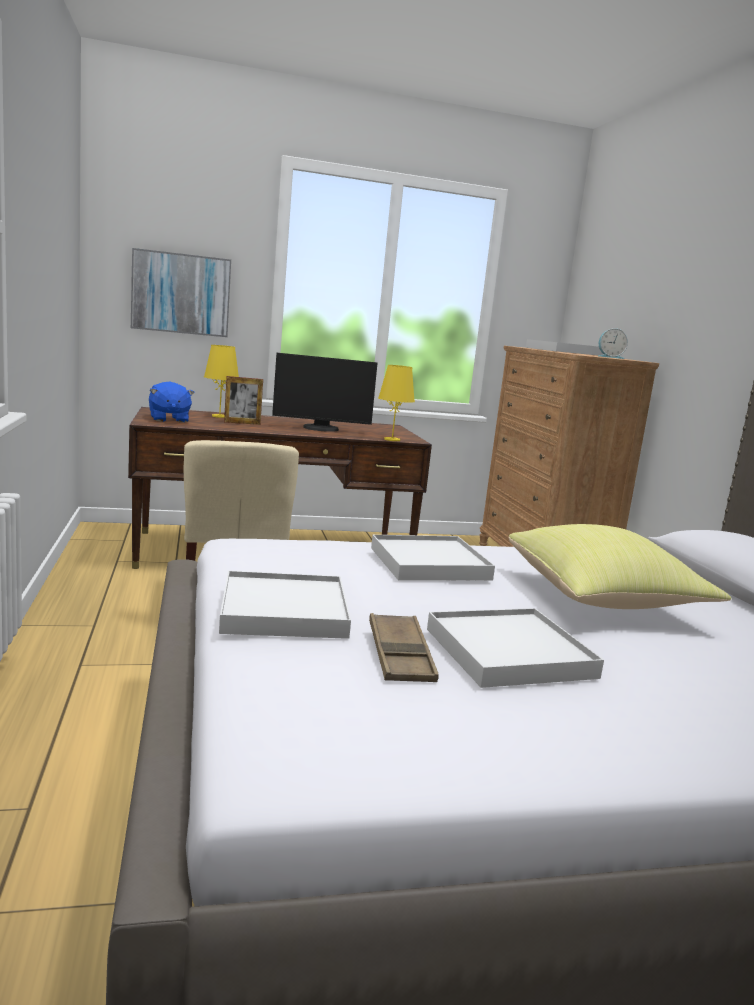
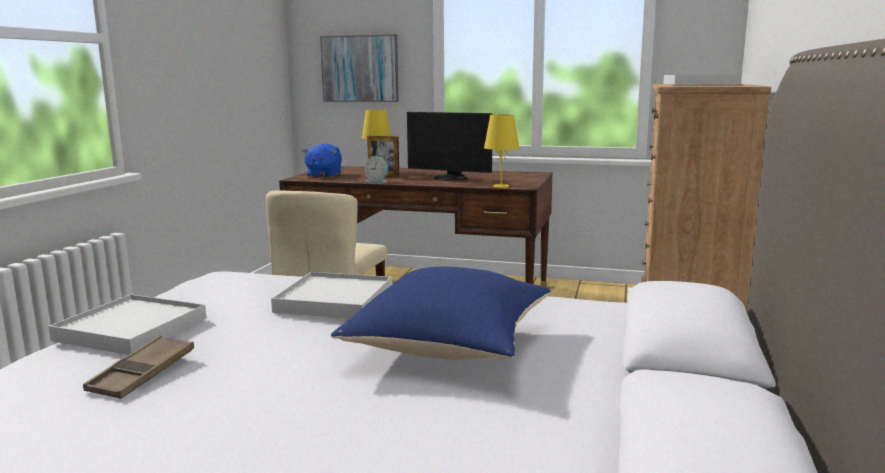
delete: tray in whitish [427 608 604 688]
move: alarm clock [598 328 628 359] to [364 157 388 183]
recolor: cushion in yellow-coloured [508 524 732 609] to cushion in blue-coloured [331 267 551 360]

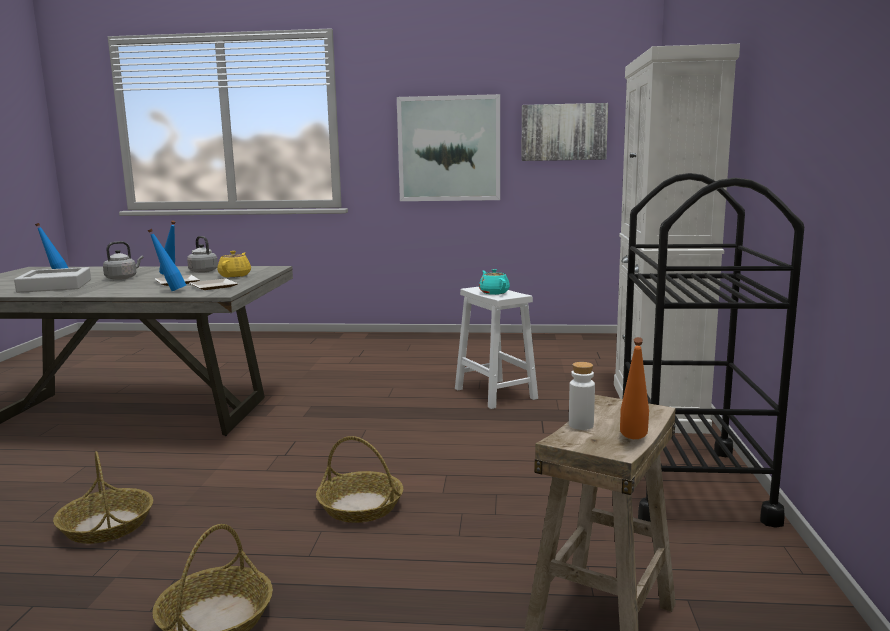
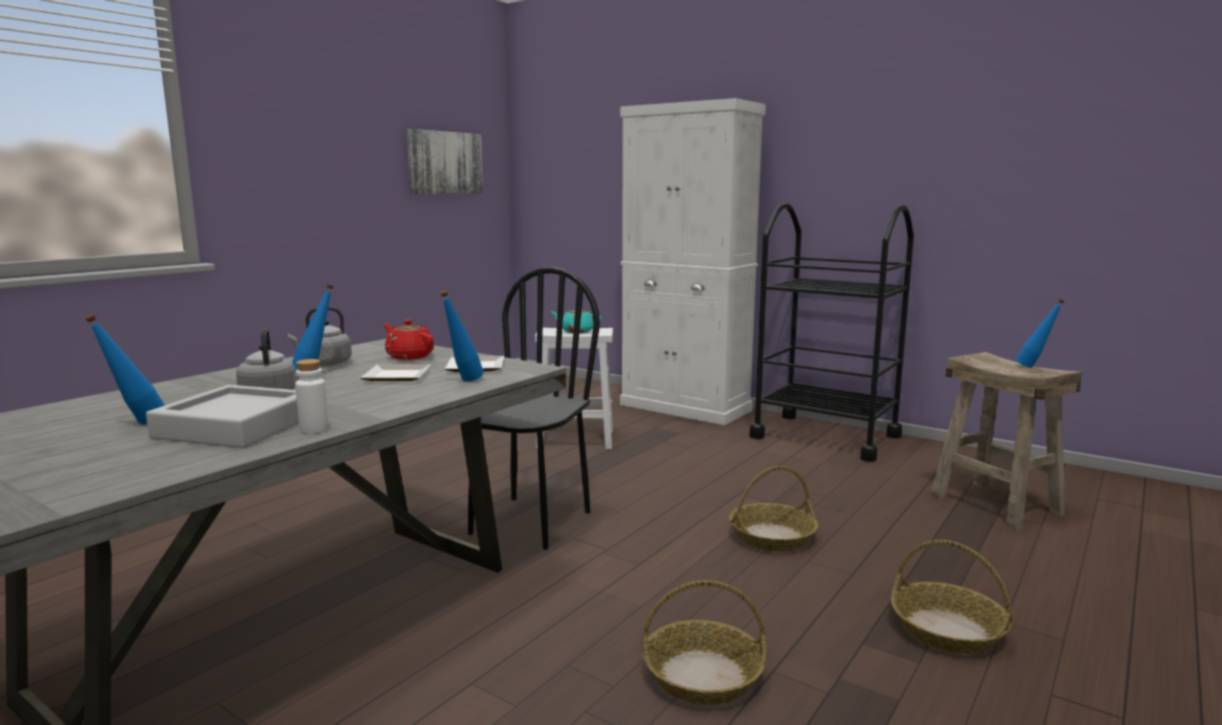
delete: picture [397 94 500 201]
insert: upright chair in black [468 267 600 550]
move: beverage bottle in whitish [569 362 595 430] to [295 359 329 434]
recolor: tea pot in yellow-coloured [217 251 251 278] to tea pot in red-coloured [384 320 434 360]; beverage bottle in orange [620 337 649 439] to beverage bottle in blue-coloured [1015 299 1065 368]

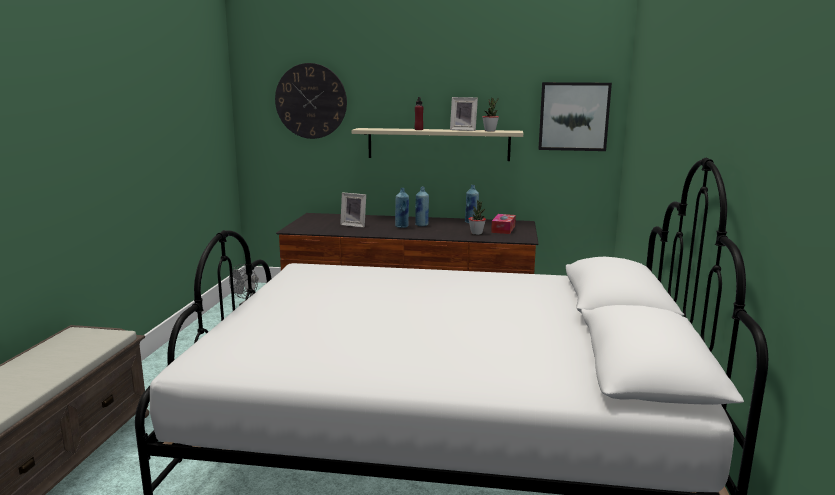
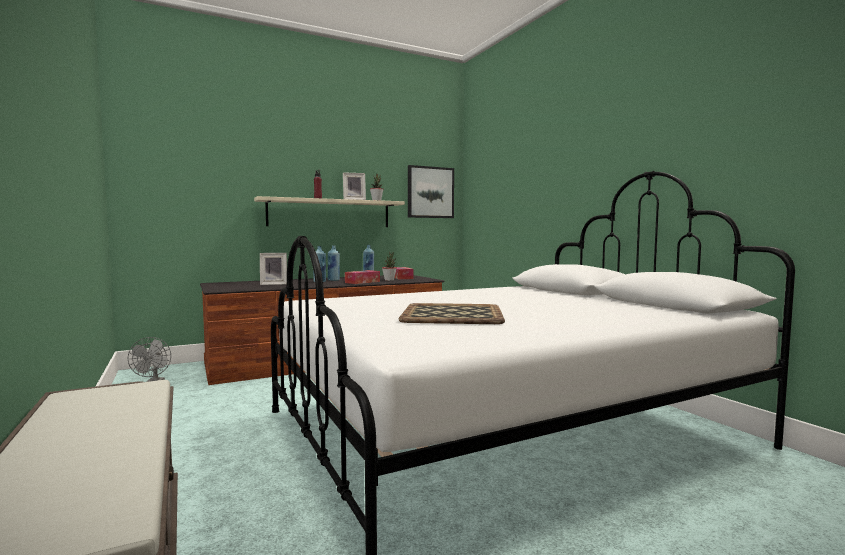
delete: clock on the wall [275 63 347 139]
insert: tissue box [345 270 380 284]; tray [399 303 505 324]

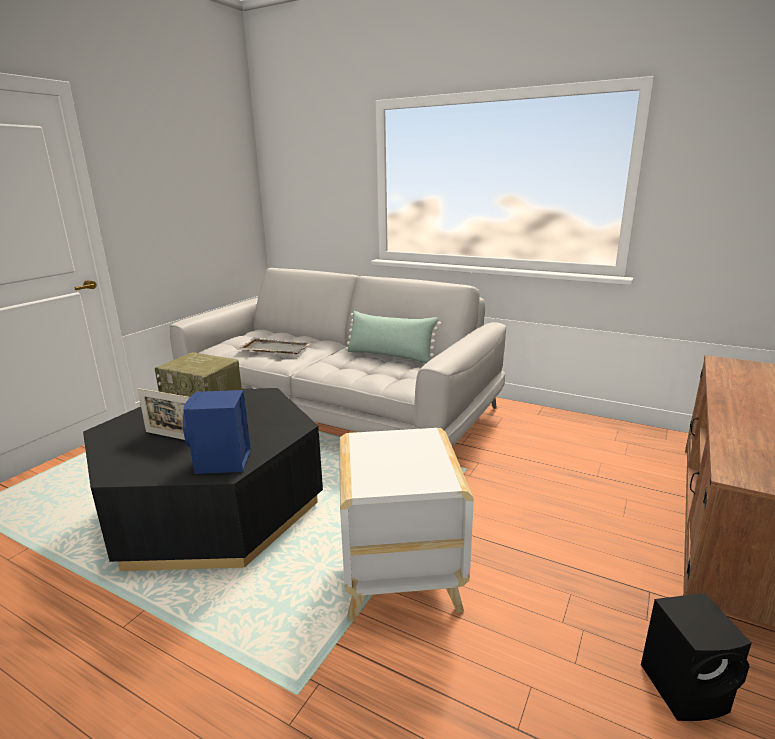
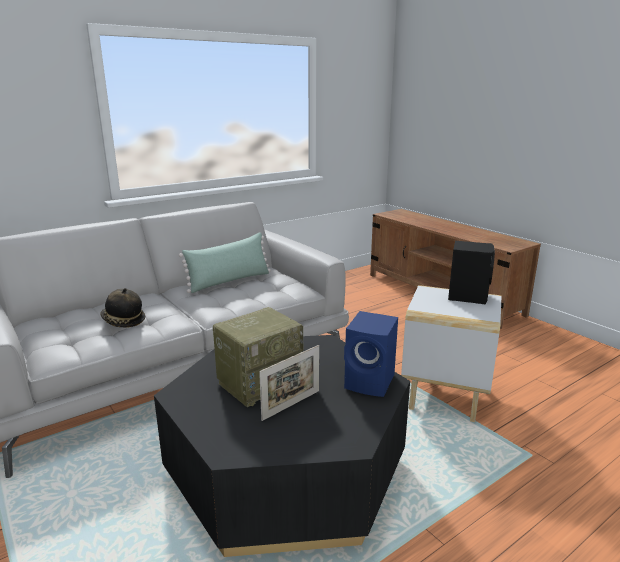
move: speaker in black [641 593 752 721] to [448 241 495 304]
replace: tray in grey [236 337 312 354] to wearable hat [100 288 145 328]

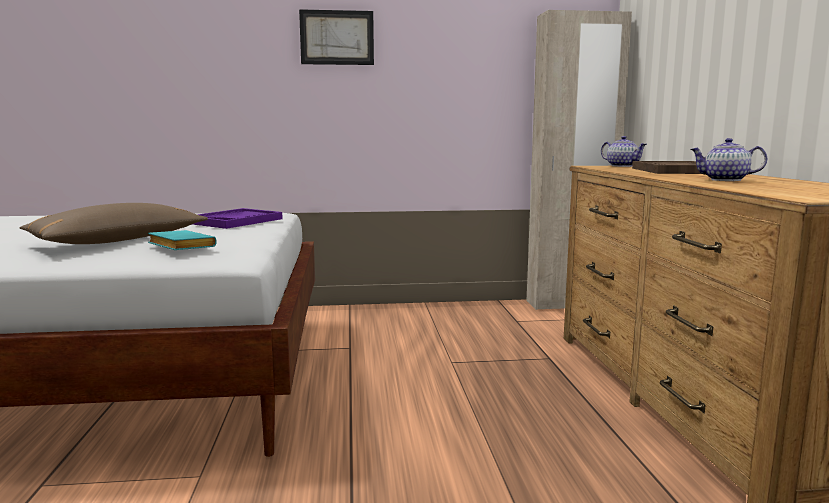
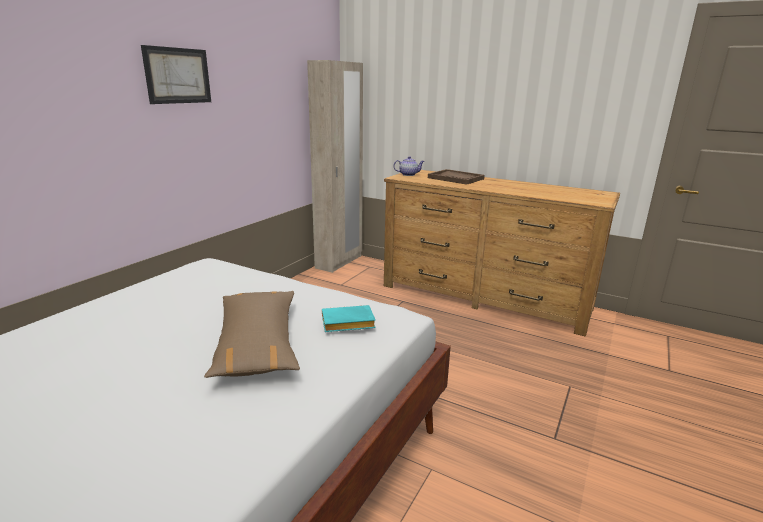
delete: tea pot [690 138 767 181]; tray in purplish [192 208 283 229]

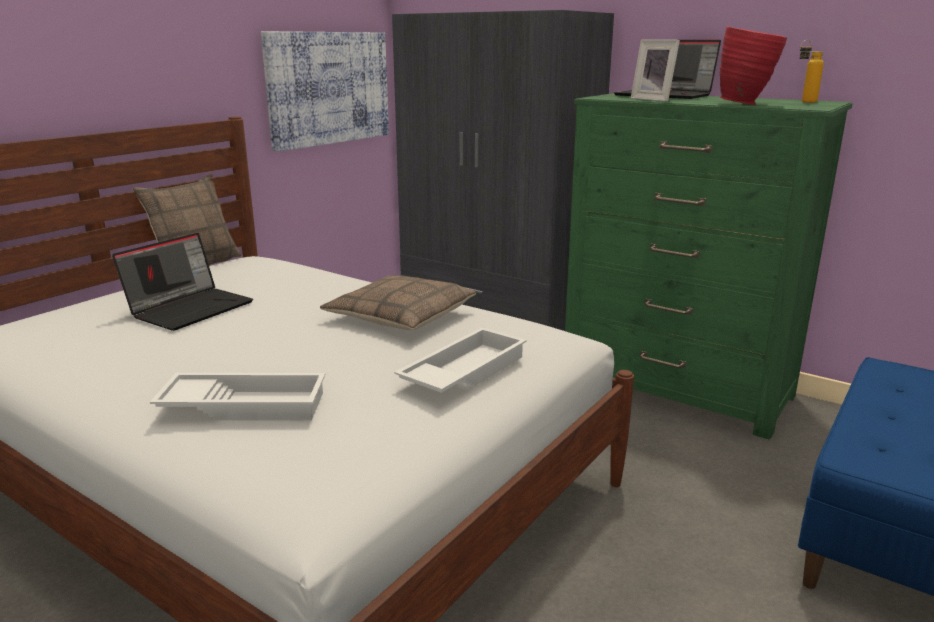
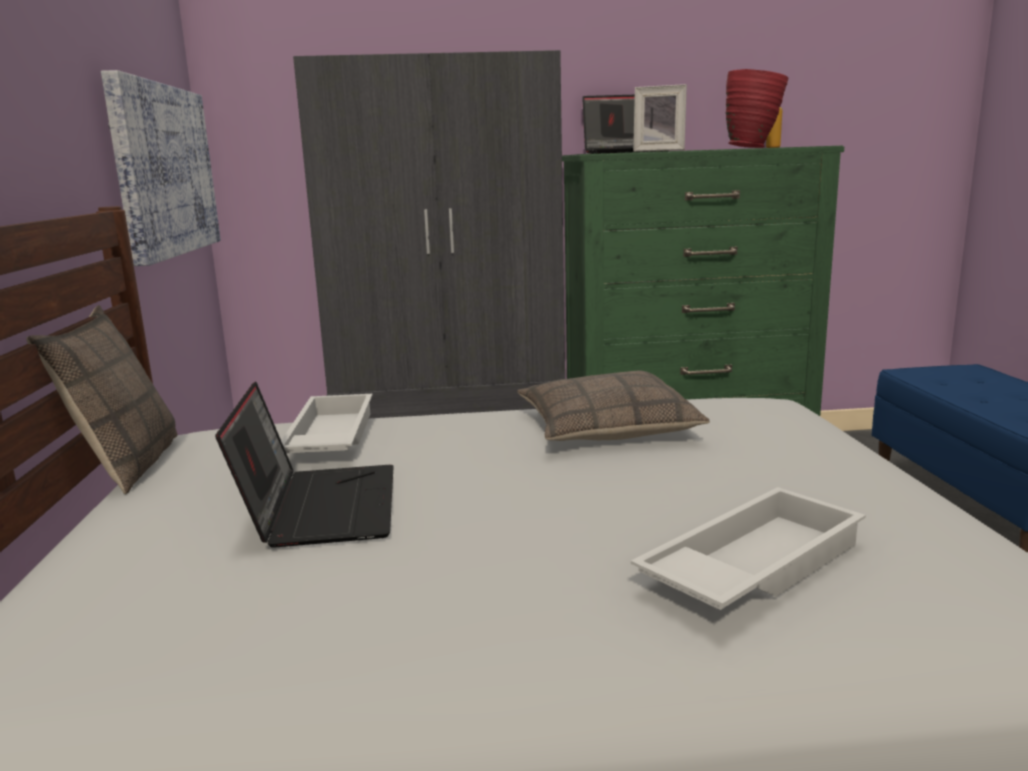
move: tray in whitish [394 328 527 393] to [281 394 372 453]

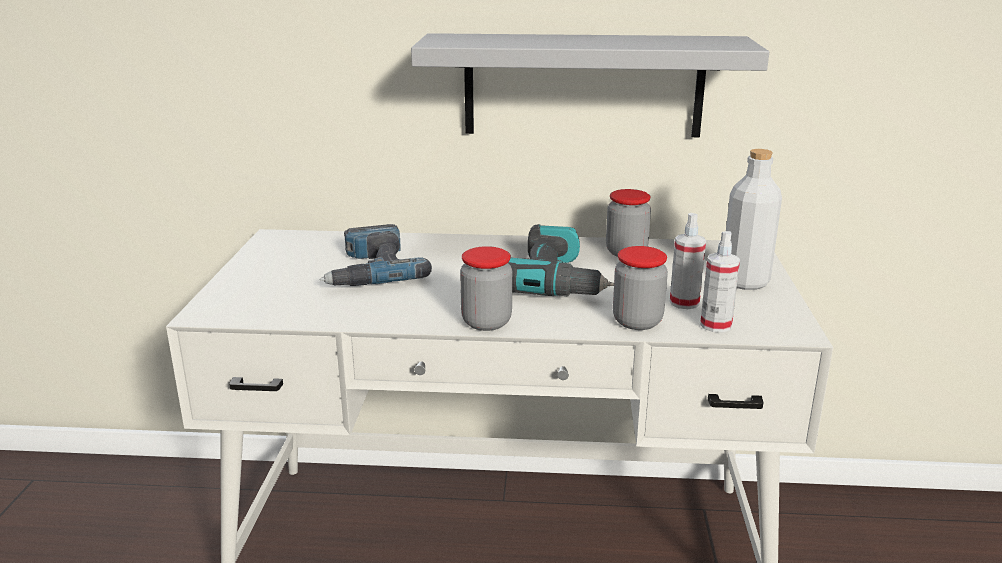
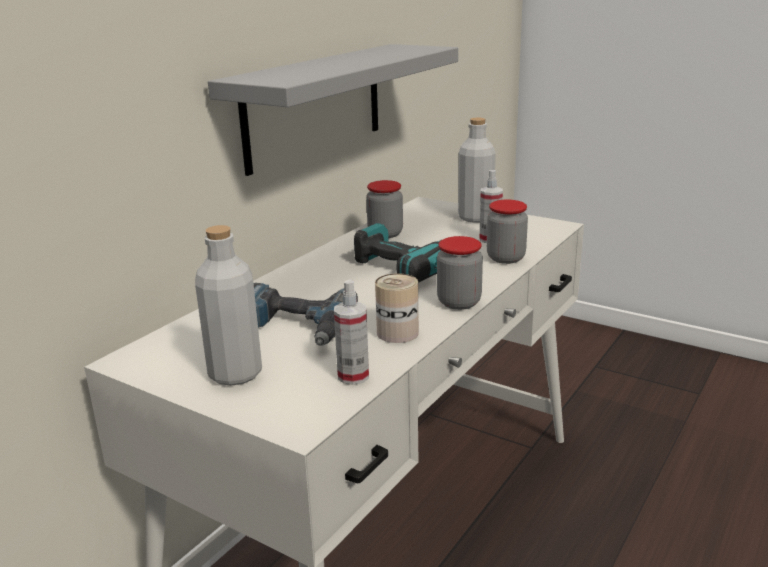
insert: beverage bottle in grey [195 225 262 386]; metal can [375 273 419 343]
move: sprayer [700 231 740 332] to [334 280 369 385]

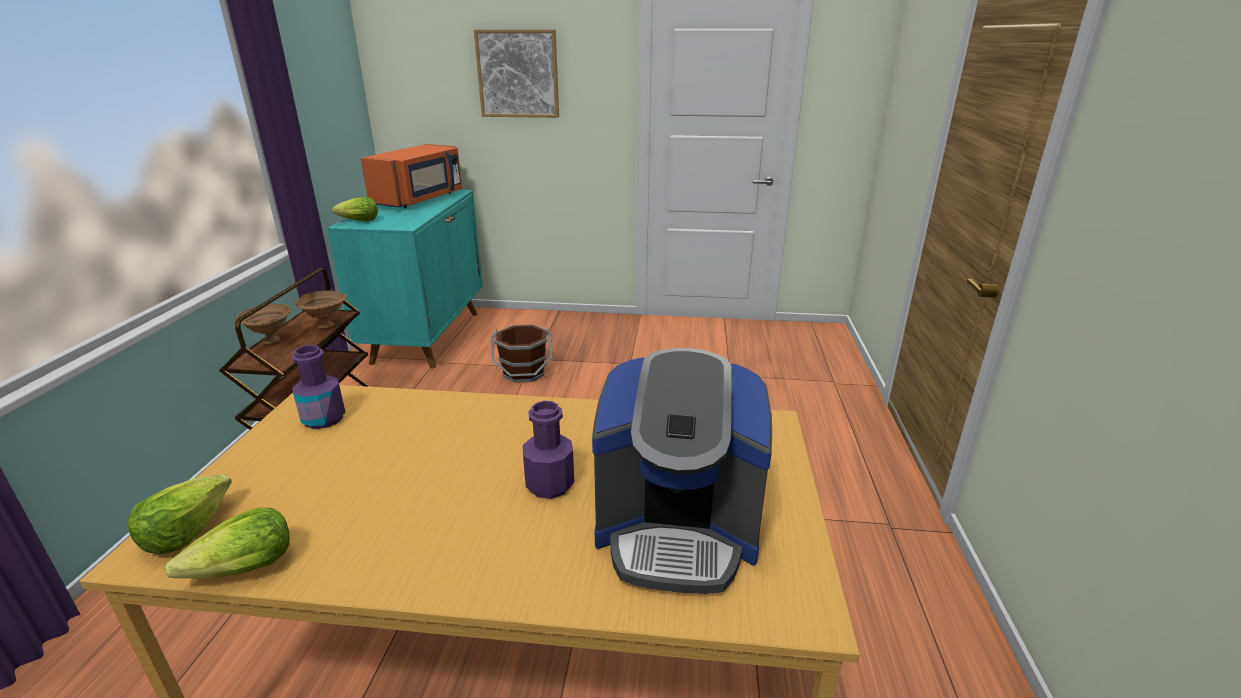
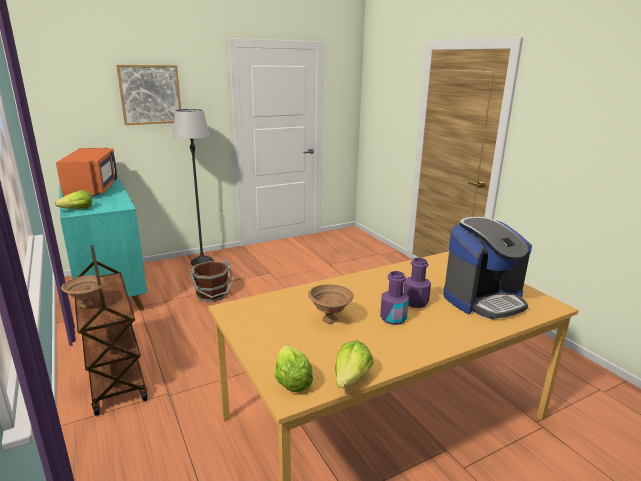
insert: standing lamp [173 109 214 266]
move: deep dish in brown-coloured [296 291 347 329] to [308 284 354 323]; beverage bottle in purplish [292 345 345 429] to [380 271 409 325]

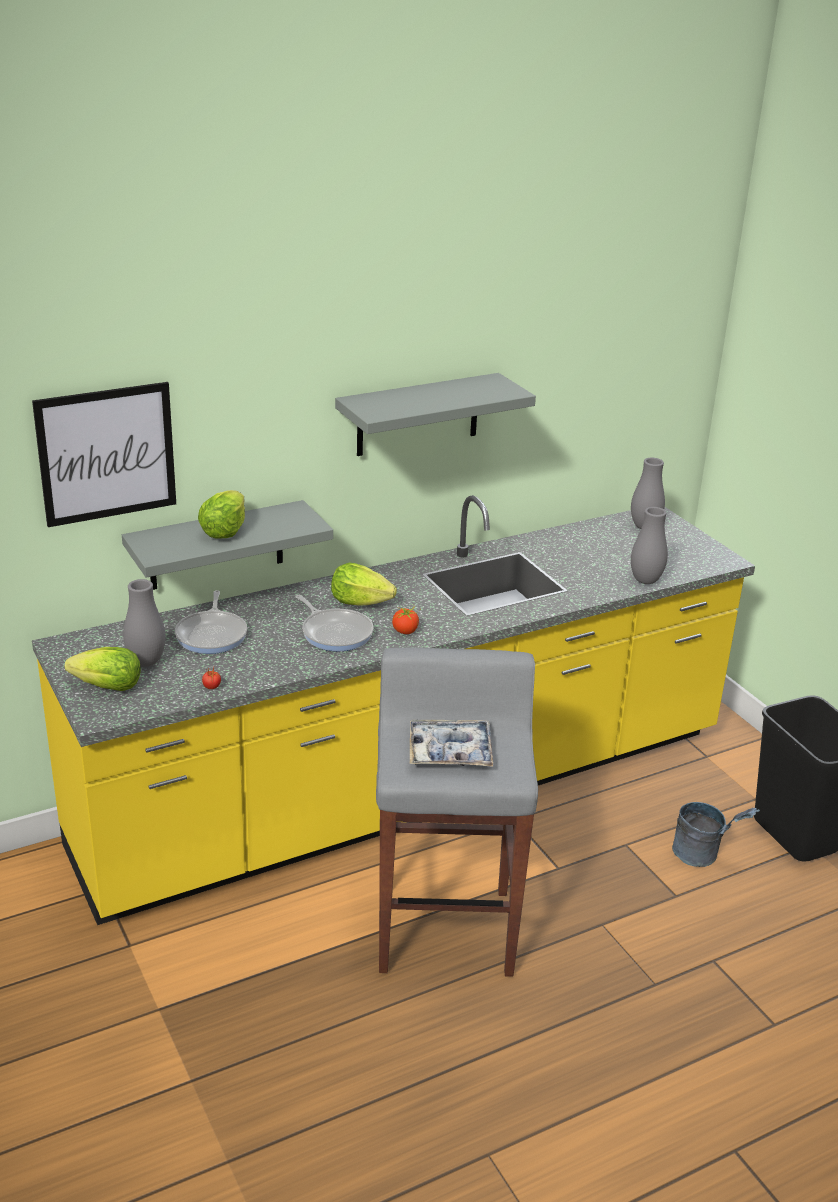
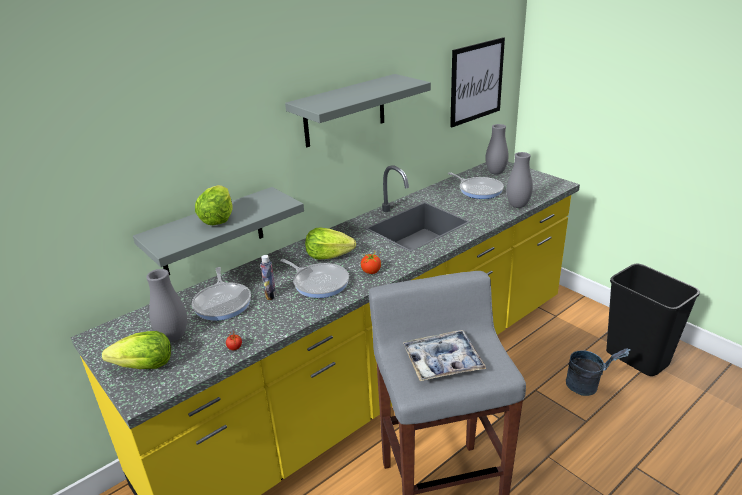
insert: skillet [448 172 504 199]; beverage bottle [260 255 276 300]
move: picture [32 382 176 527] to [450 37 505 127]

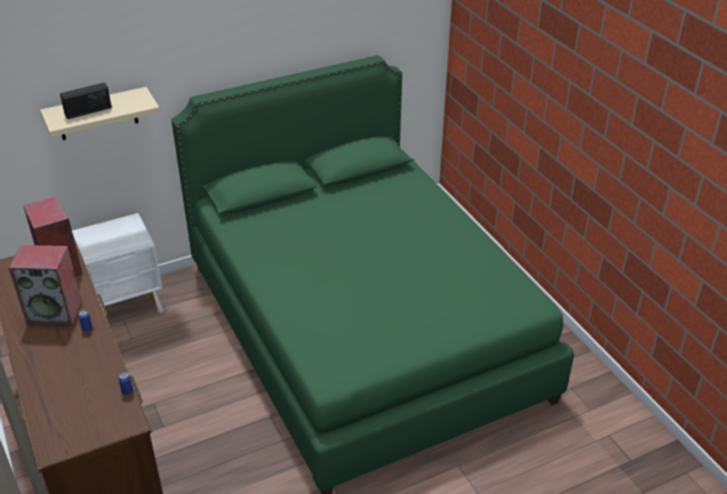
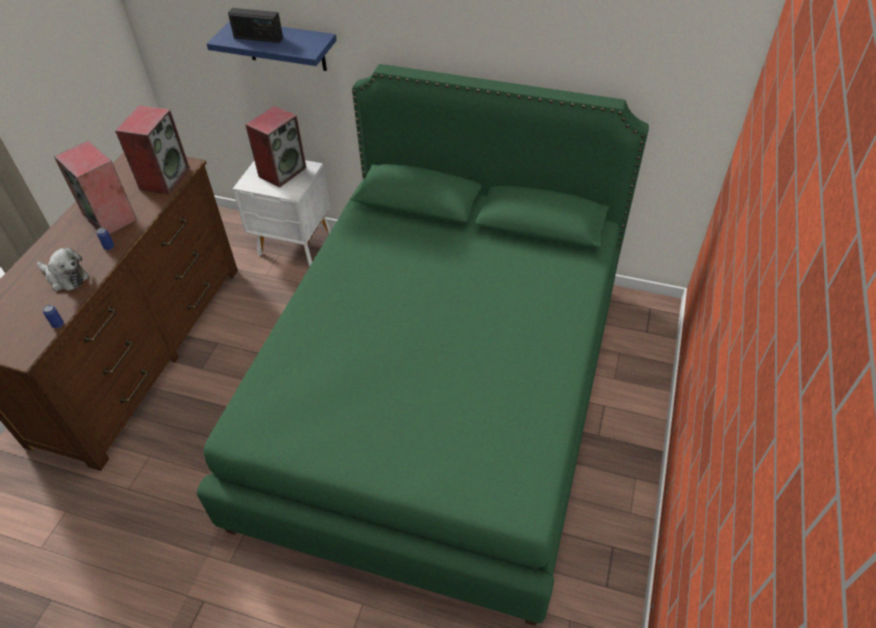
insert: speaker [245 106 306 188]; cuddly toy [37 248 89 291]
recolor: shelf in beige-coloured [40 87 160 140] to shelf in blue-coloured [207 21 337 71]

